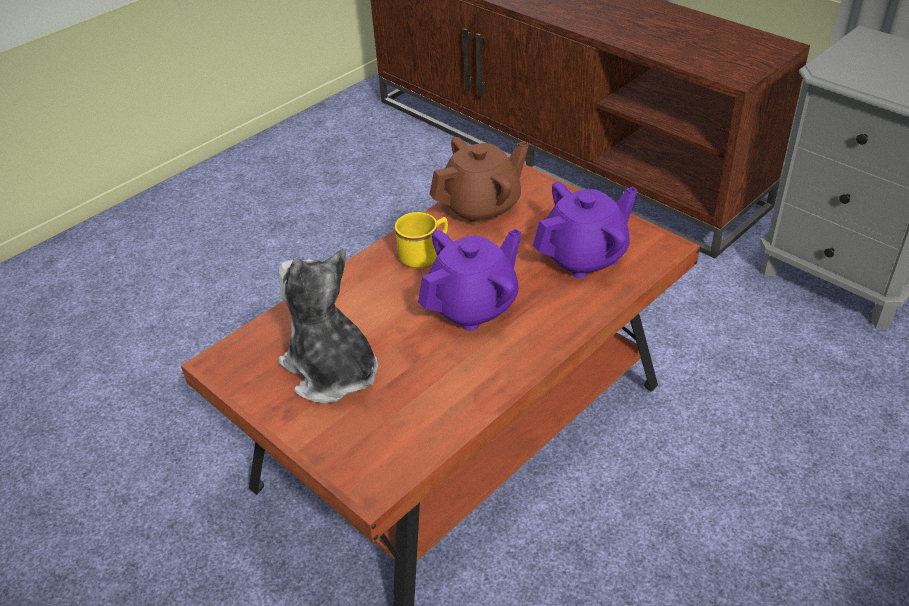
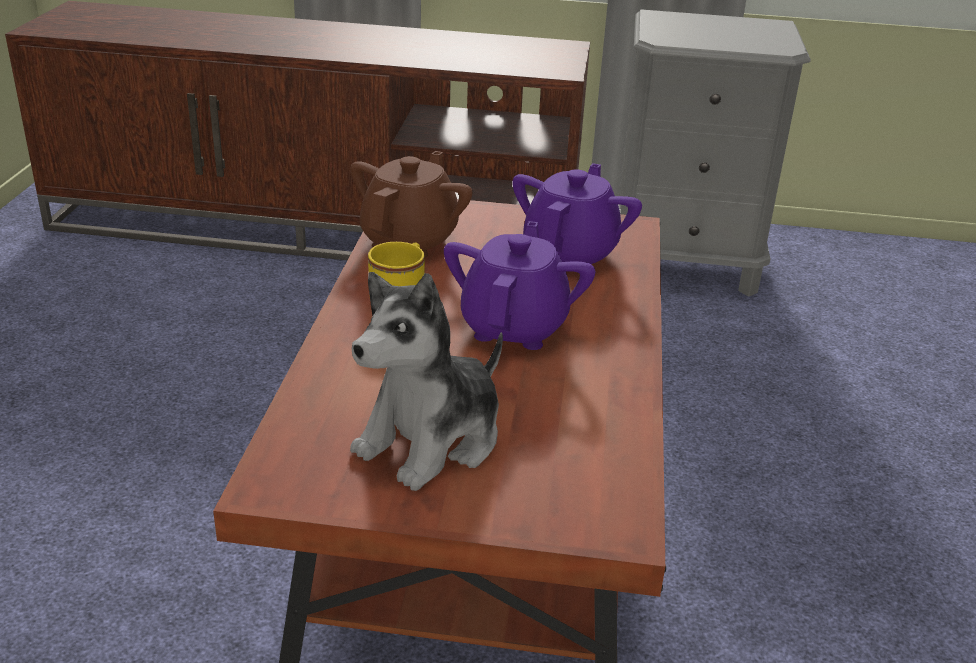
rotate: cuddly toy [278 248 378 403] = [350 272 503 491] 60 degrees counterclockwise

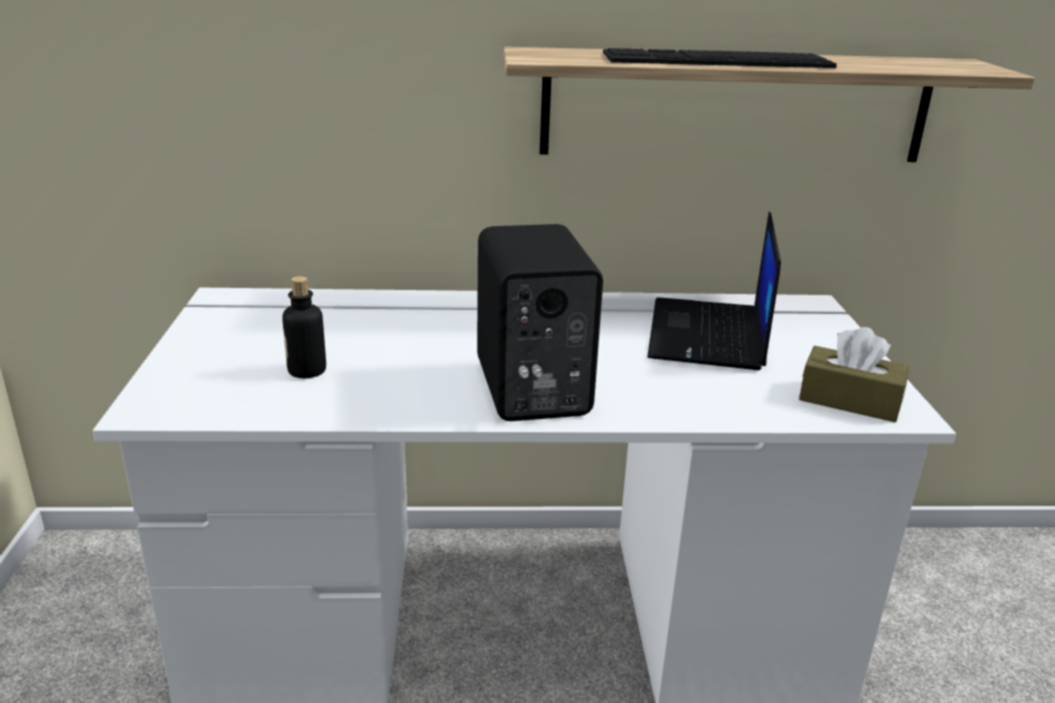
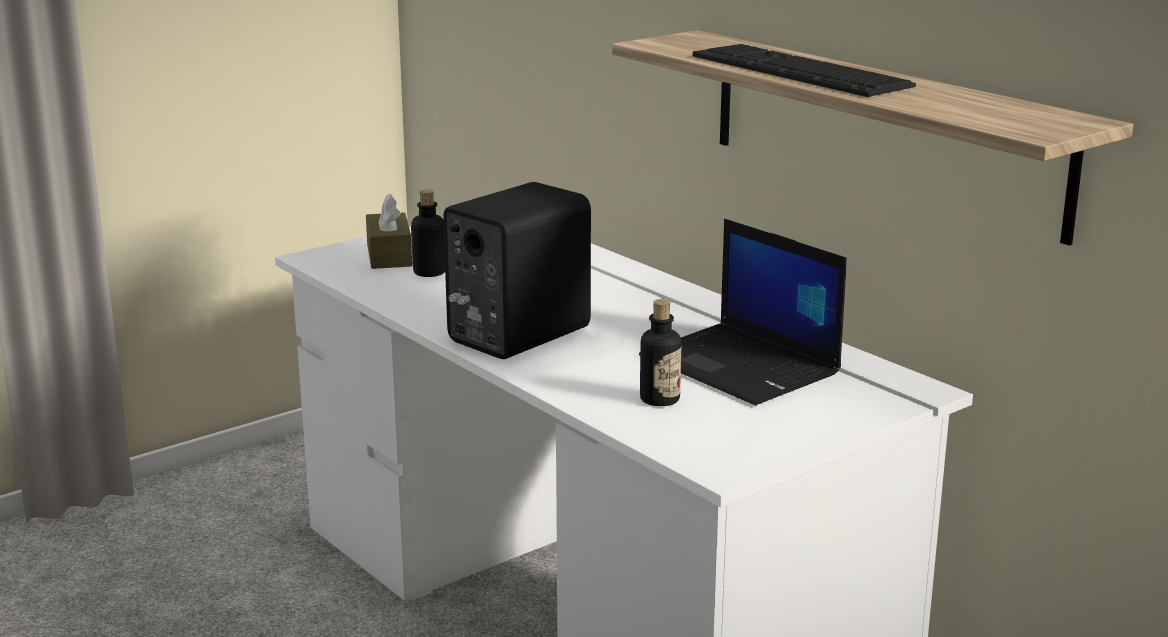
insert: beverage bottle [640 299 681 406]
move: tissue box in brown-coloured [799 327 909 422] to [366 193 412 269]
rotate: notebook computer [647 212 781 370] = [639 218 847 405] 105 degrees counterclockwise

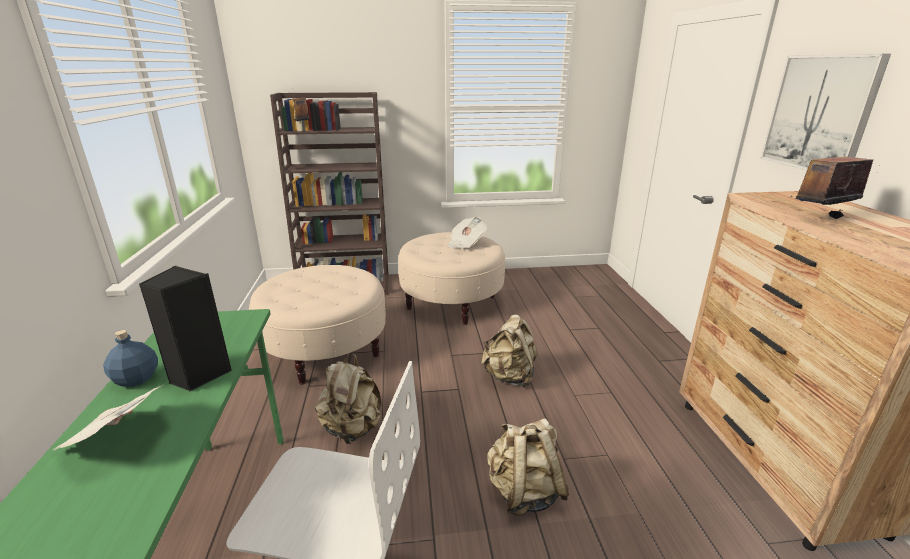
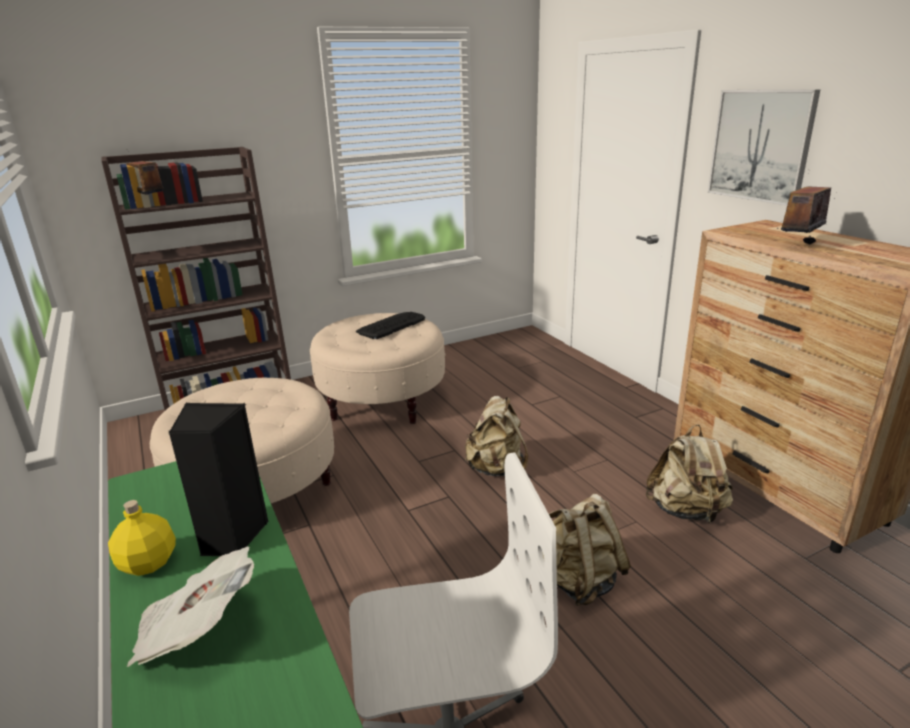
move: rucksack in beige-coloured [315 355 382 444] to [646 424 733 524]
replace: newspaper [447 217 487 249] to computer keyboard [356 312 425 339]
recolor: beverage bottle in blue-coloured [103 330 158 387] to beverage bottle in yellow-coloured [108 500 176 576]

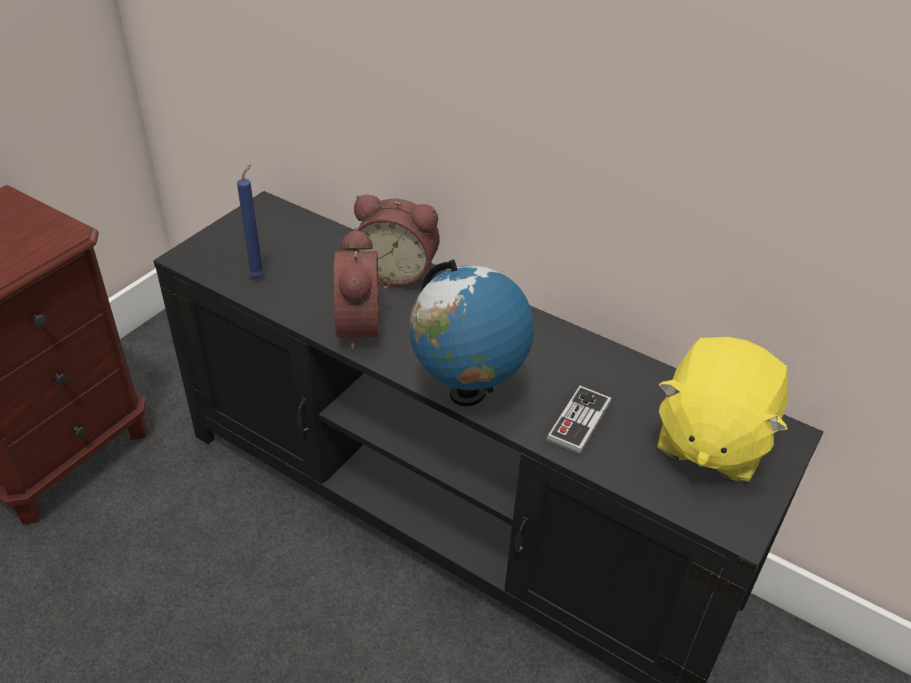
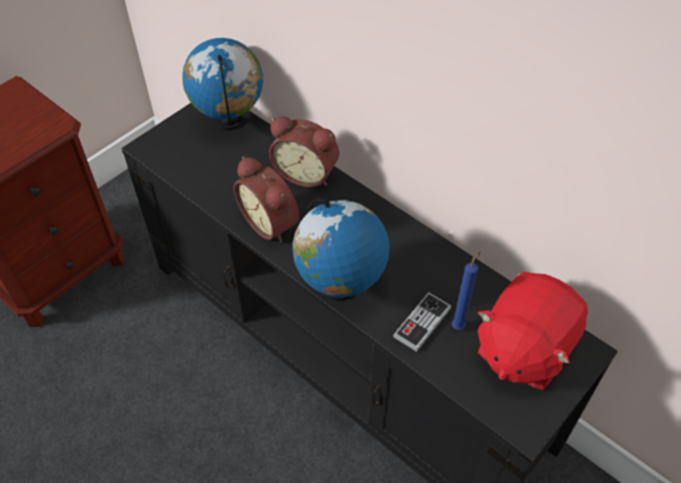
insert: desk globe [182 38 263 130]
move: wax light in blue-coloured [237 164 264 277] to [452 252 480 330]
recolor: cuddly toy in yellow-coloured [657 337 788 482] to cuddly toy in red-coloured [477 272 588 390]
rotate: alarm clock [333 227 390 350] = [234 156 300 243] 45 degrees counterclockwise

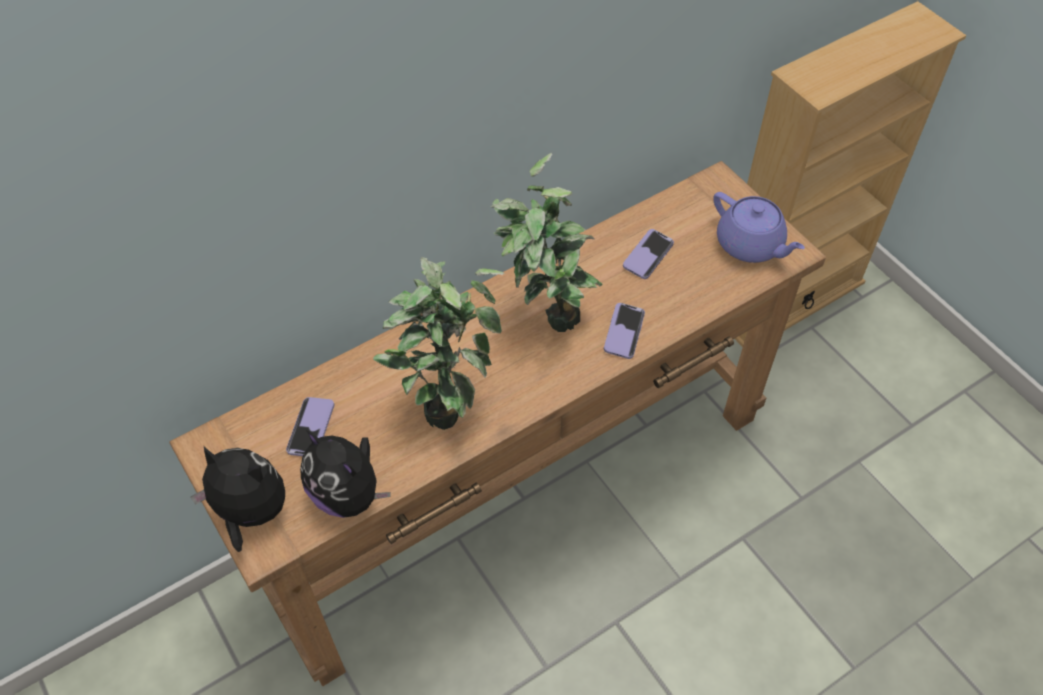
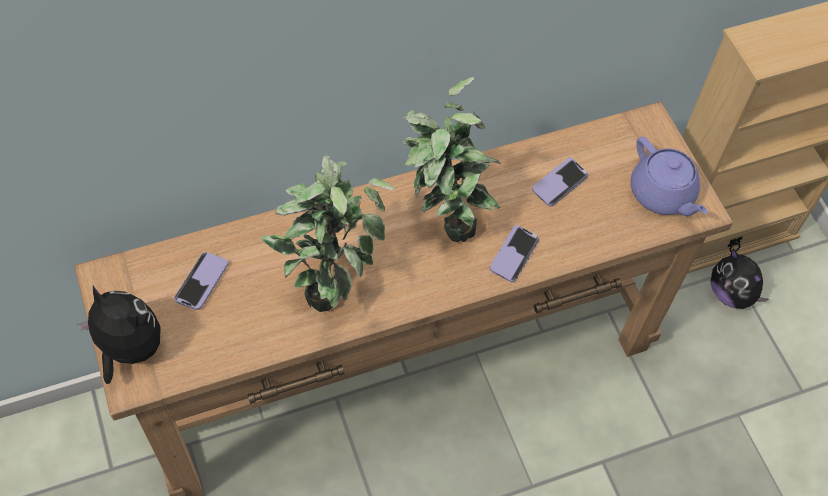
move: cuddly toy [300 430 391 518] to [710 248 769 309]

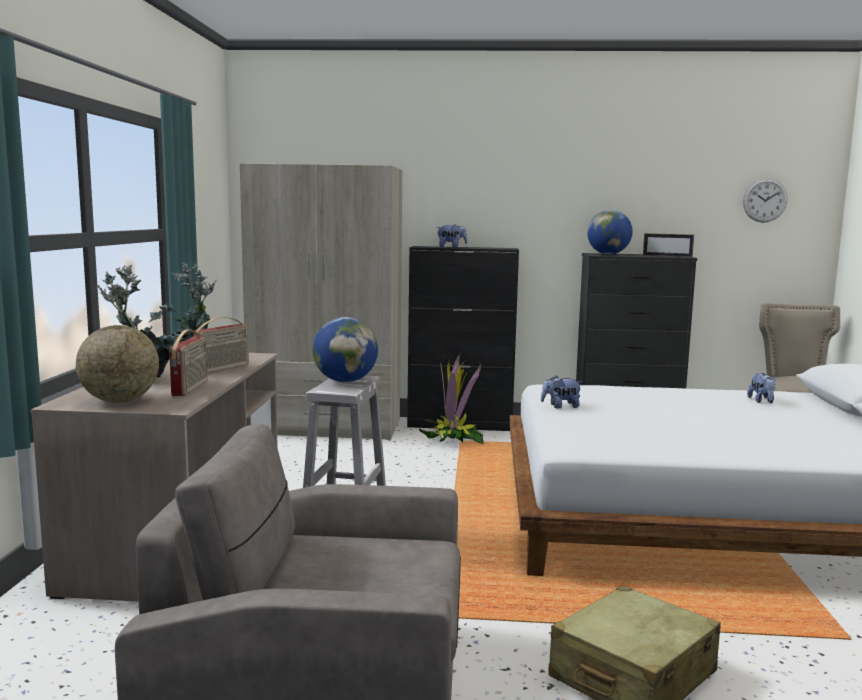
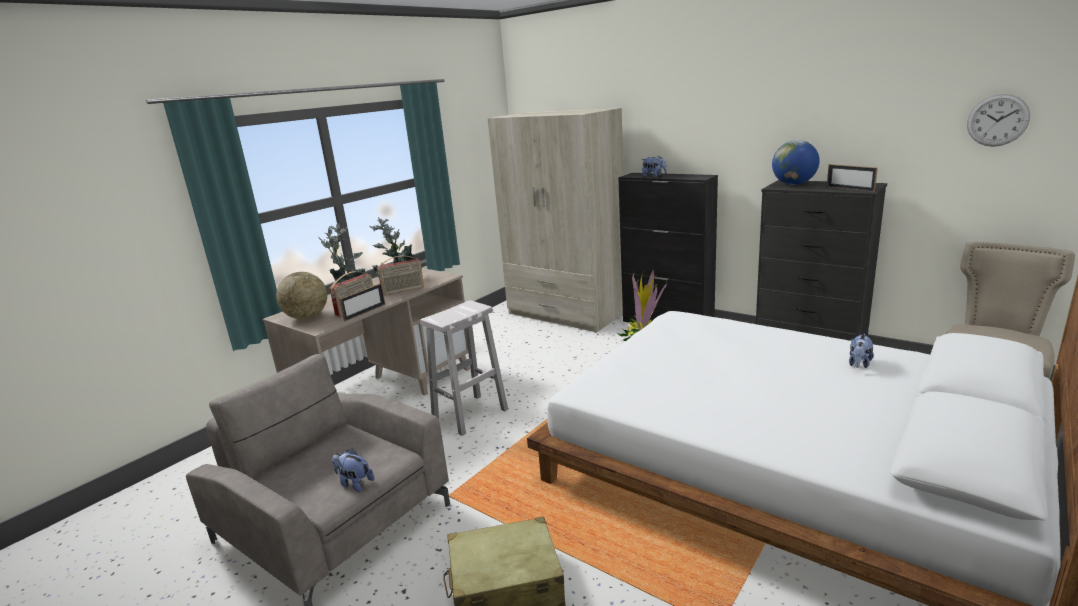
delete: desk globe [312 317 378 382]
insert: photo frame [339 283 385 321]
move: cuddly toy [541 375 582 409] to [332 448 375 492]

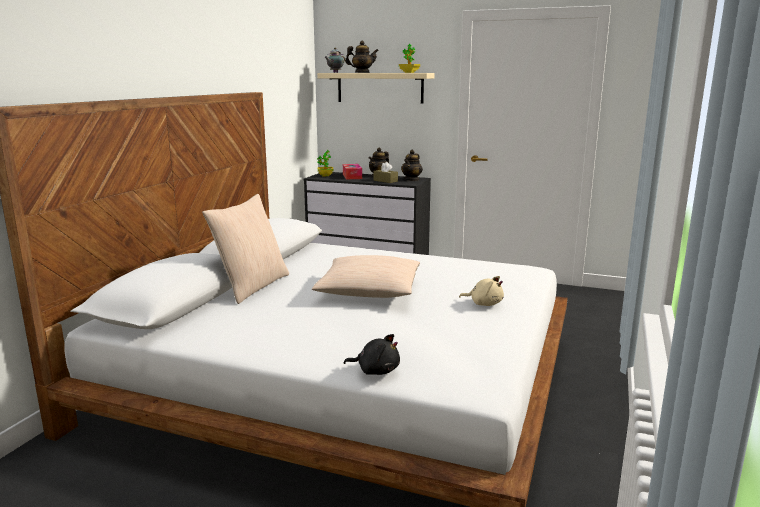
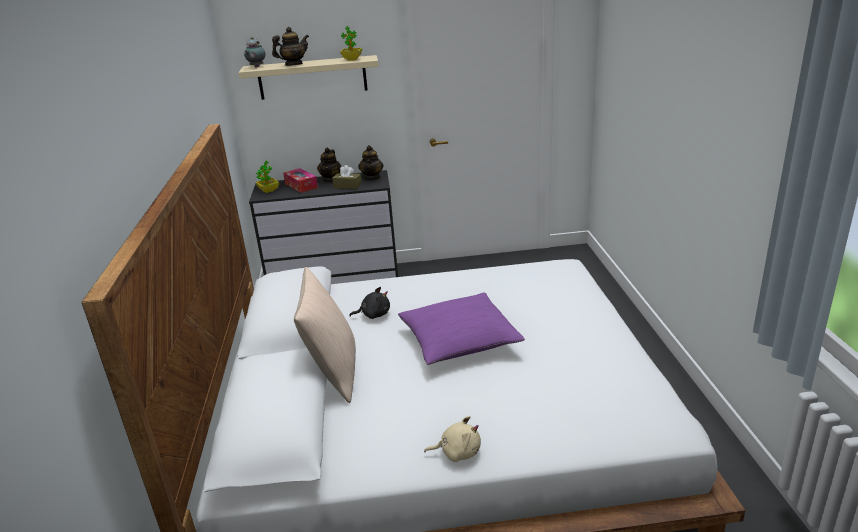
move: cuddly toy in beige-coloured [459 276 504 306] to [424 416 481 462]; cuddly toy in black [344 334 400 375] to [349 287 390 319]
recolor: cushion in beige-coloured [312 255 420 298] to cushion in purplish [398 293 525 365]

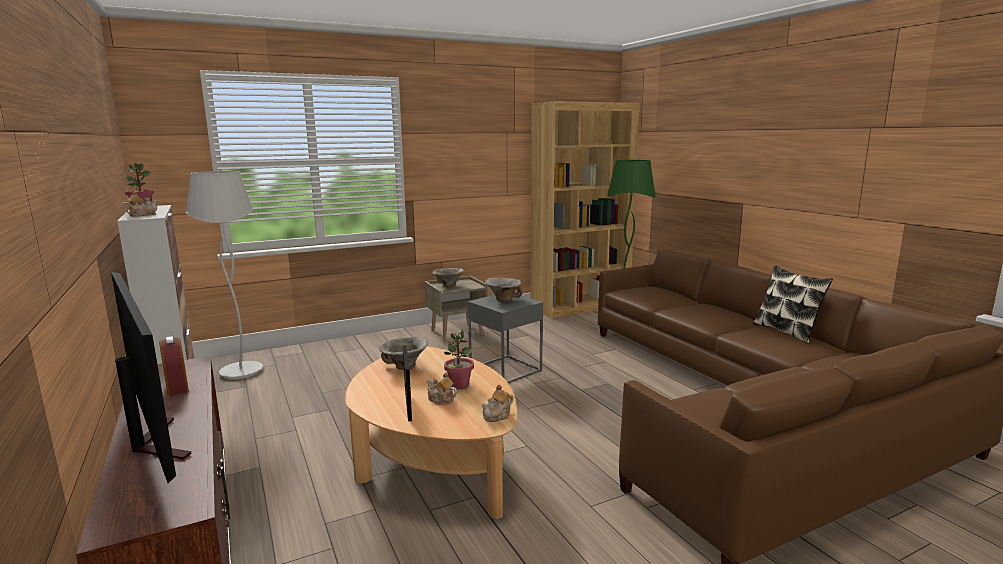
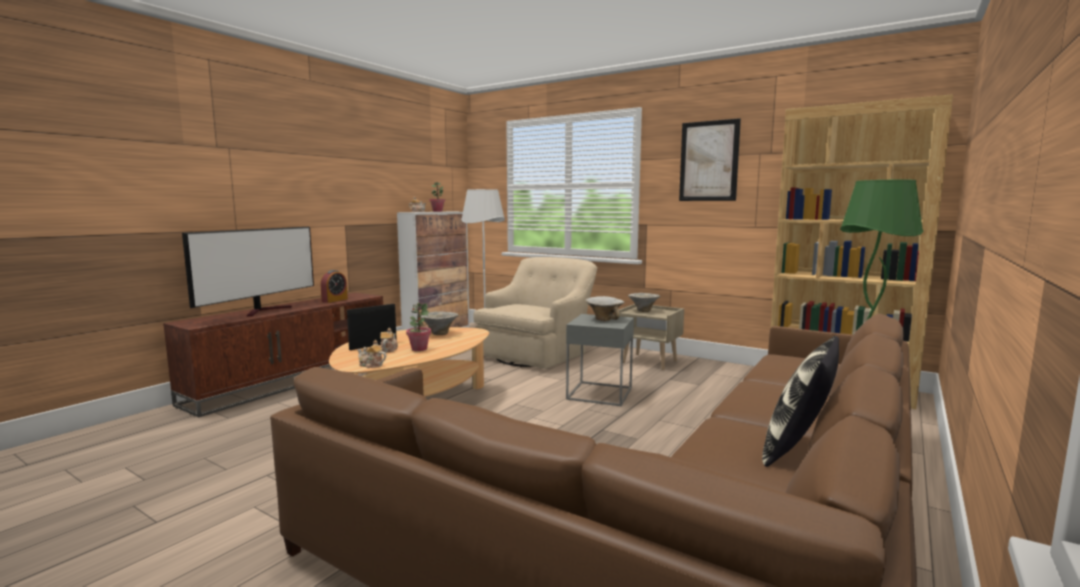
insert: picture [679 118 741 201]; armchair in beige-coloured [474 257 597 369]

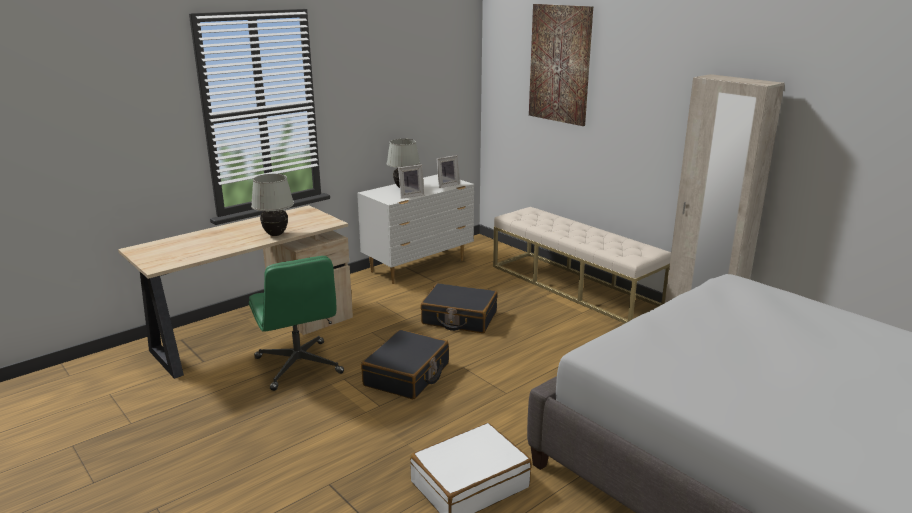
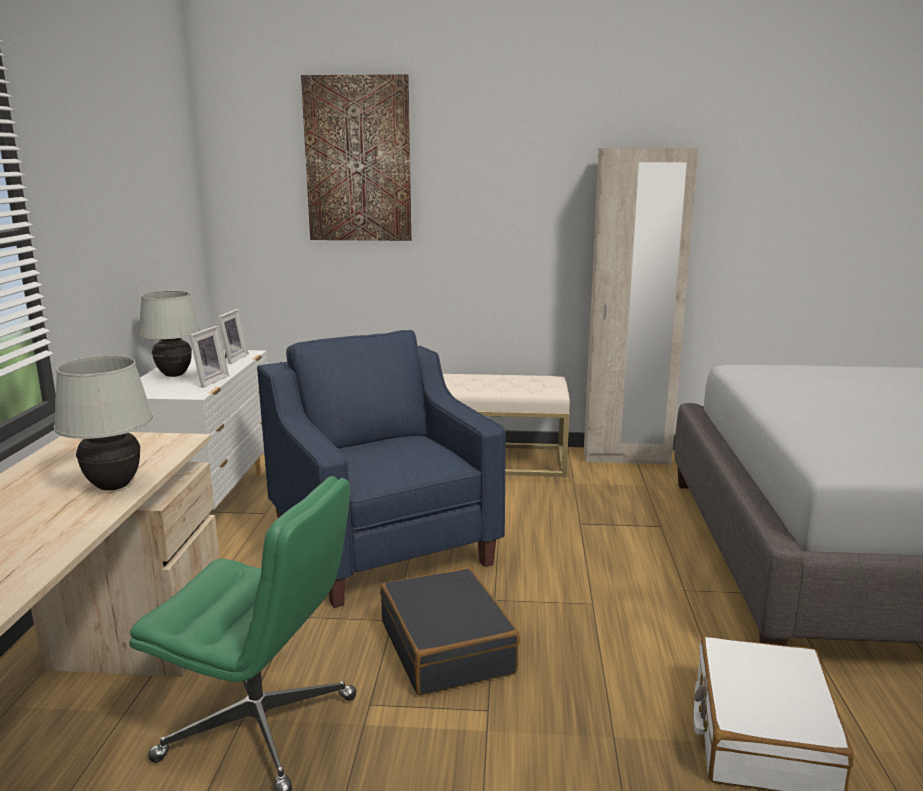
replace: suitcase in black [420 283 497 333] to armchair in blue-coloured [257 330 506 608]

